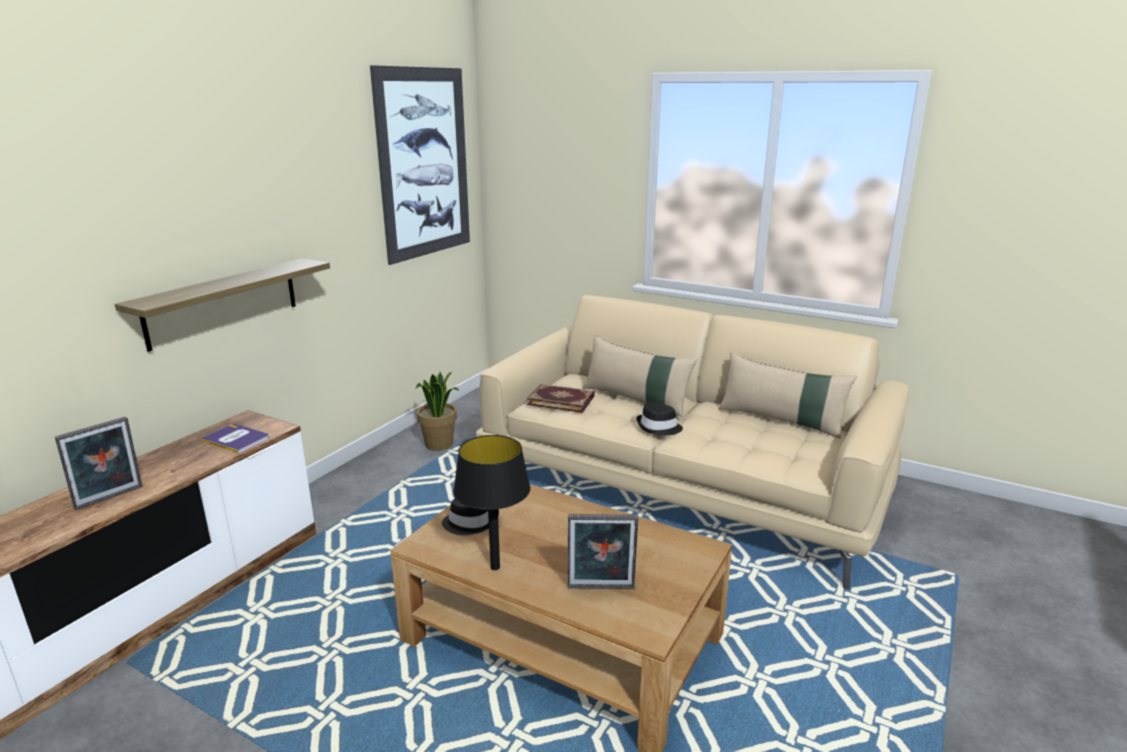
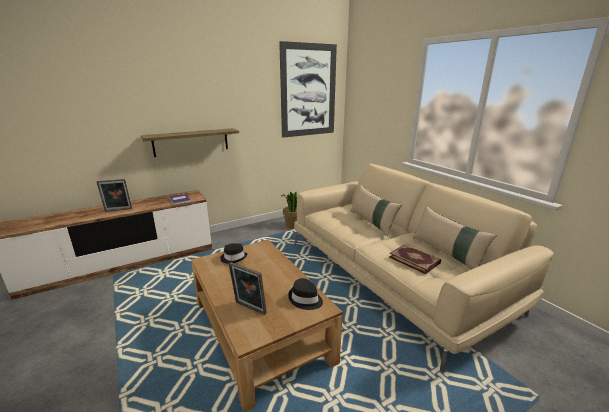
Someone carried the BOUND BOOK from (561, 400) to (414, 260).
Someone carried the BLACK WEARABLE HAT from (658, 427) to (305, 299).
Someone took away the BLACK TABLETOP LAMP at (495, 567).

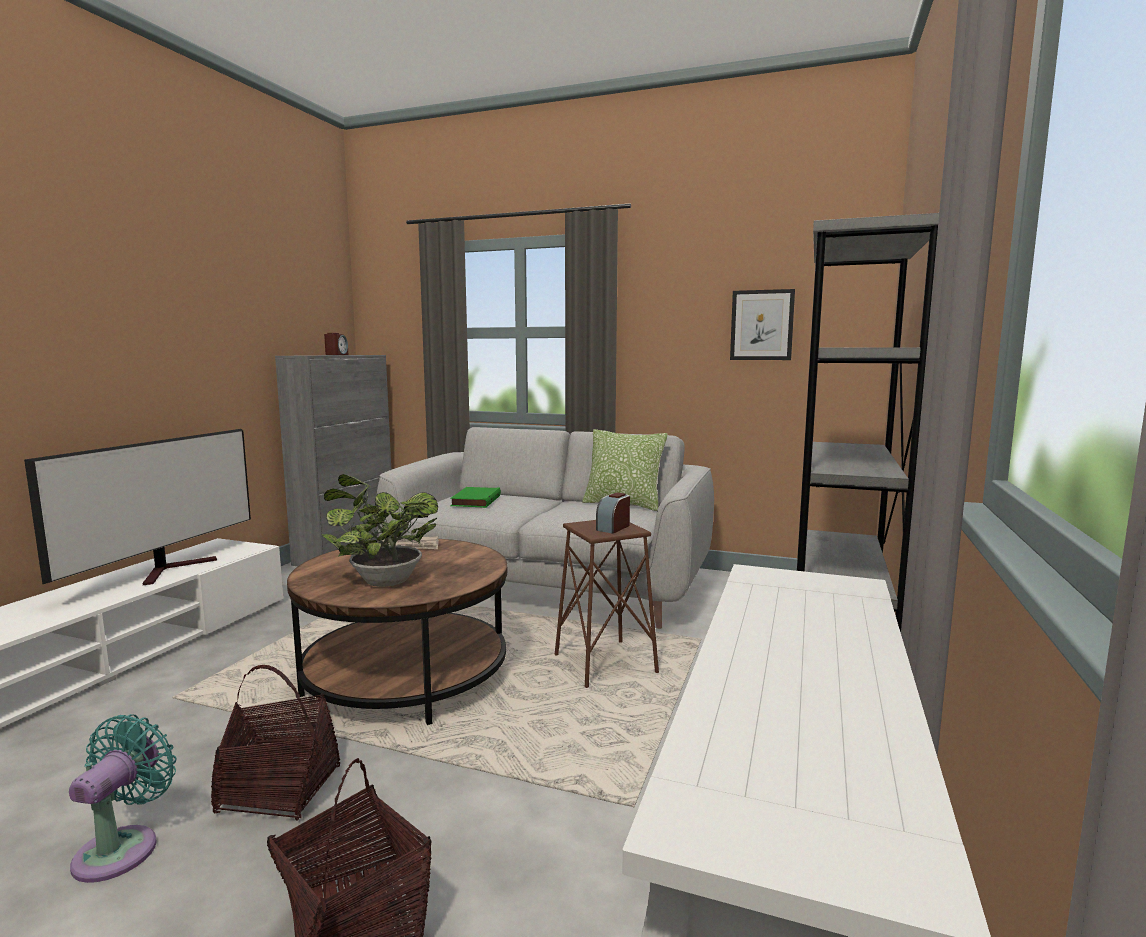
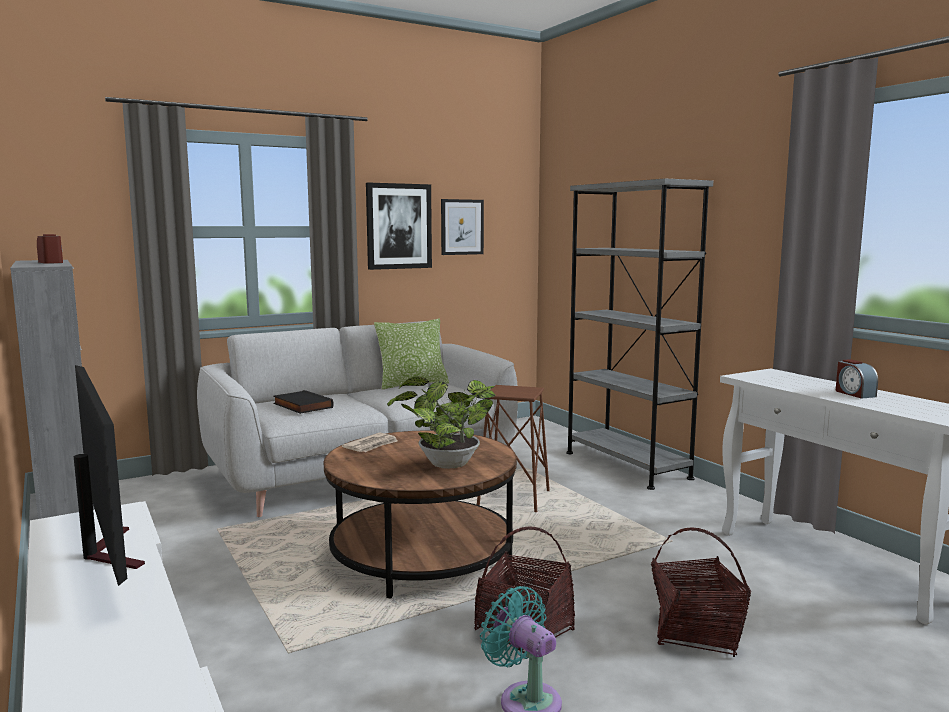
Someone repainted the GREENISH BOUND BOOK at (475, 501), which became the BLACK BOUND BOOK at (301, 406).
Someone carried the ALARM CLOCK from (613, 527) to (854, 394).
Someone put up the PICTURE at (398, 226).

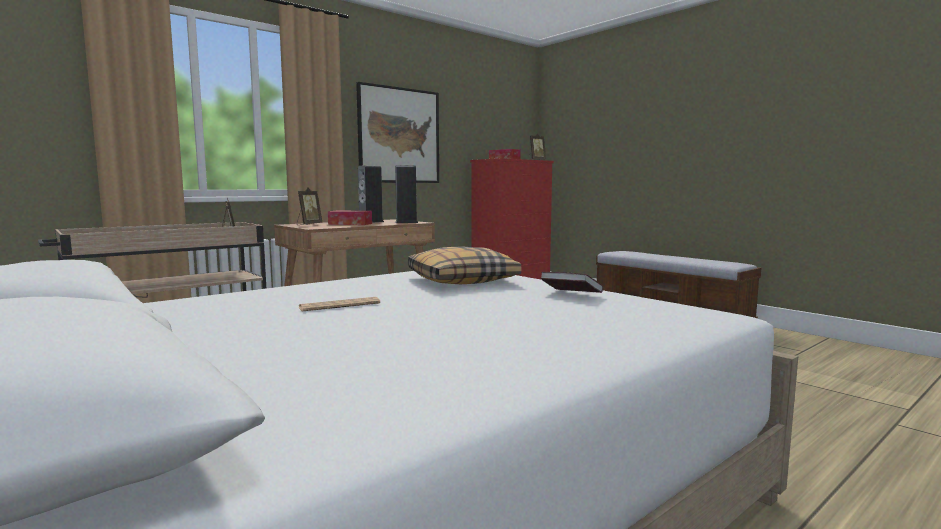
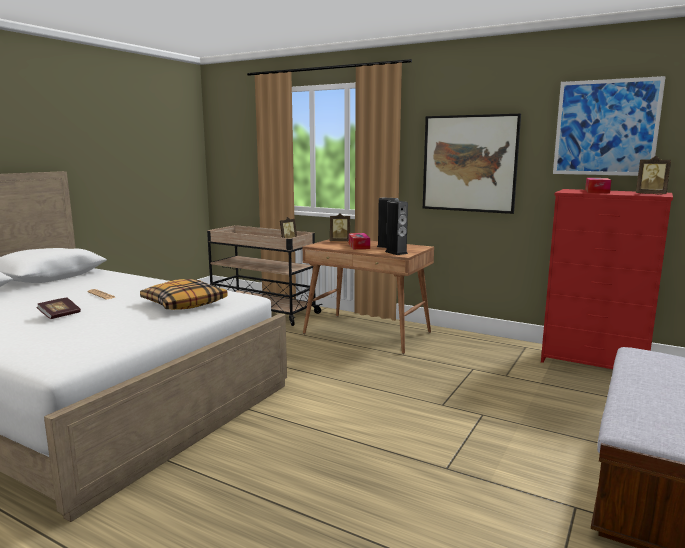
Someone carried the BOUND BOOK from (571, 294) to (60, 315).
Someone put up the PICTURE at (605, 128).

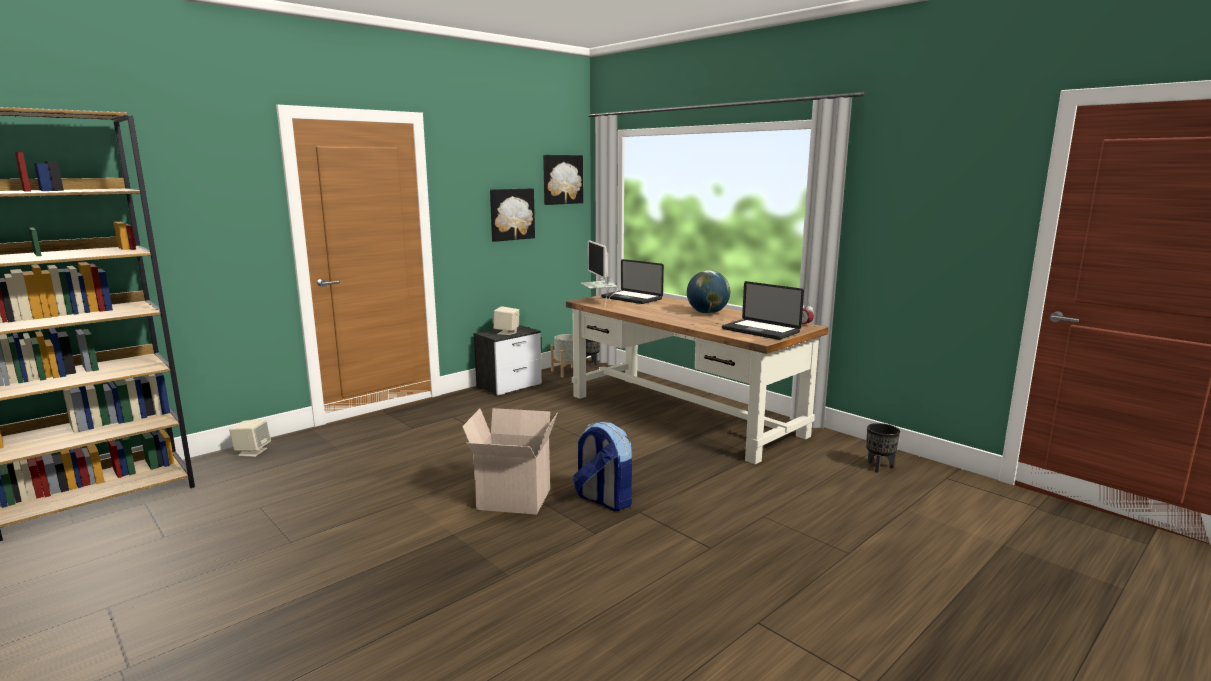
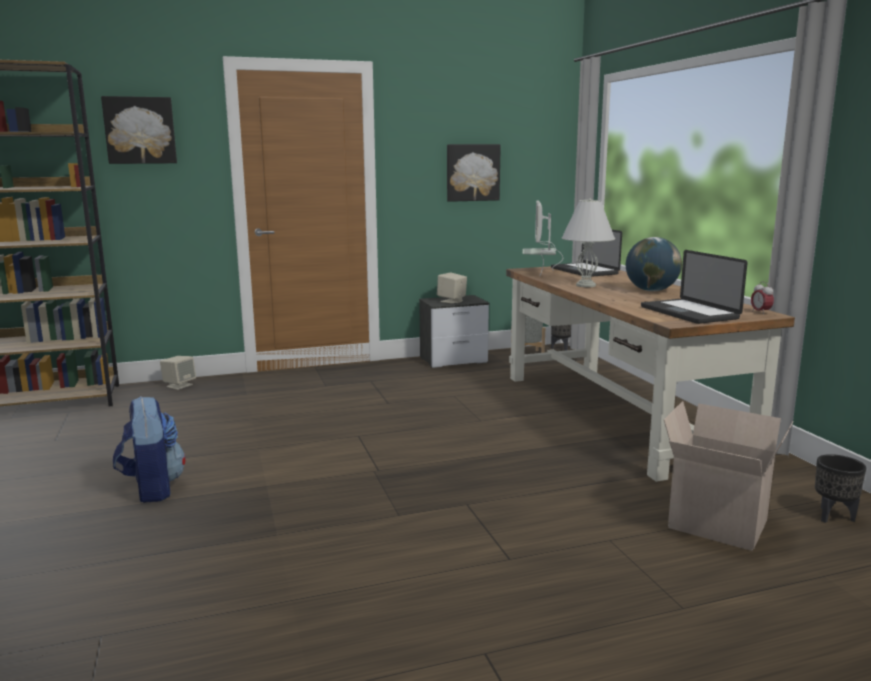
Someone carried the PICTURE from (562, 179) to (140, 130).
Someone carried the PACKING BOX from (512, 500) to (715, 525).
Someone carried the BACKPACK from (603, 500) to (152, 488).
Someone put down the WHITISH TABLETOP LAMP at (585, 285).

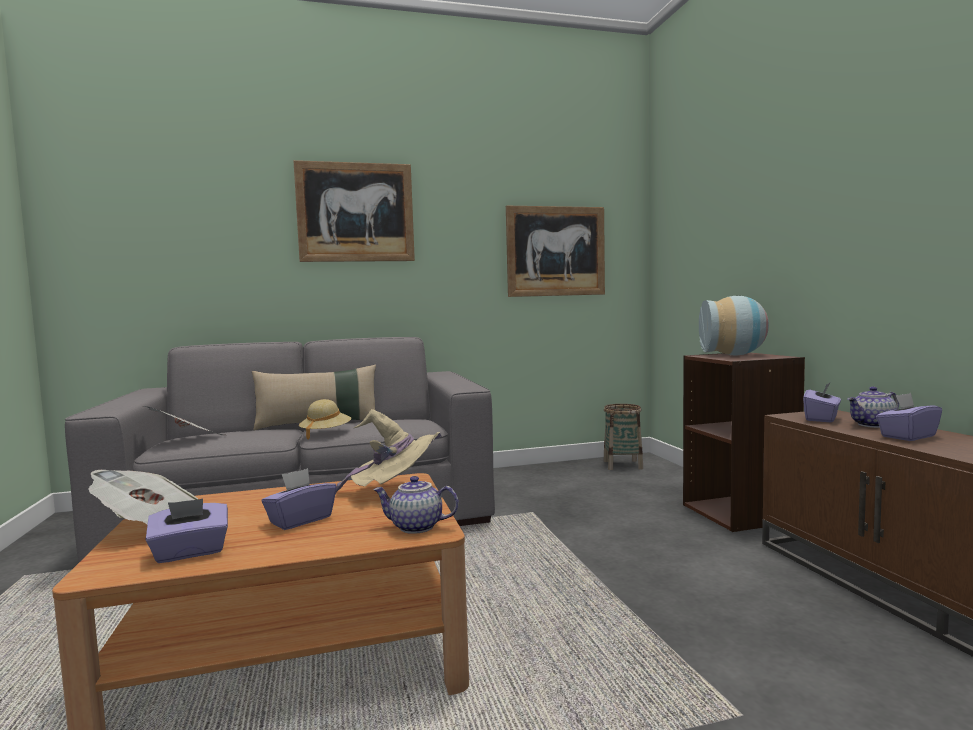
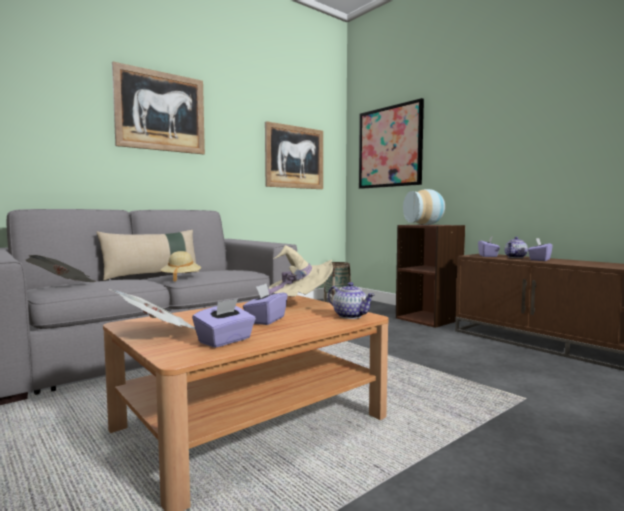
Someone rotated the TEAPOT at (415, 527) by 120 degrees counterclockwise.
Someone put up the PICTURE at (390, 147).

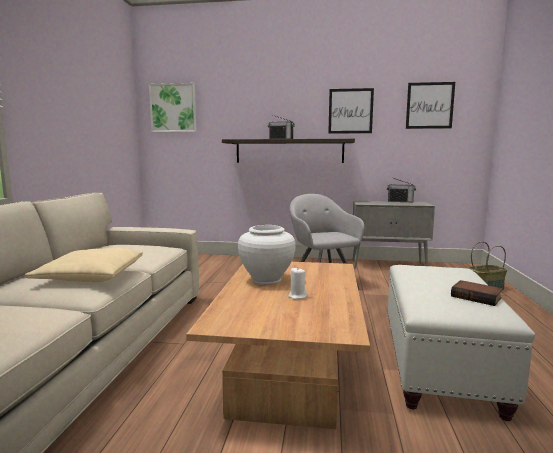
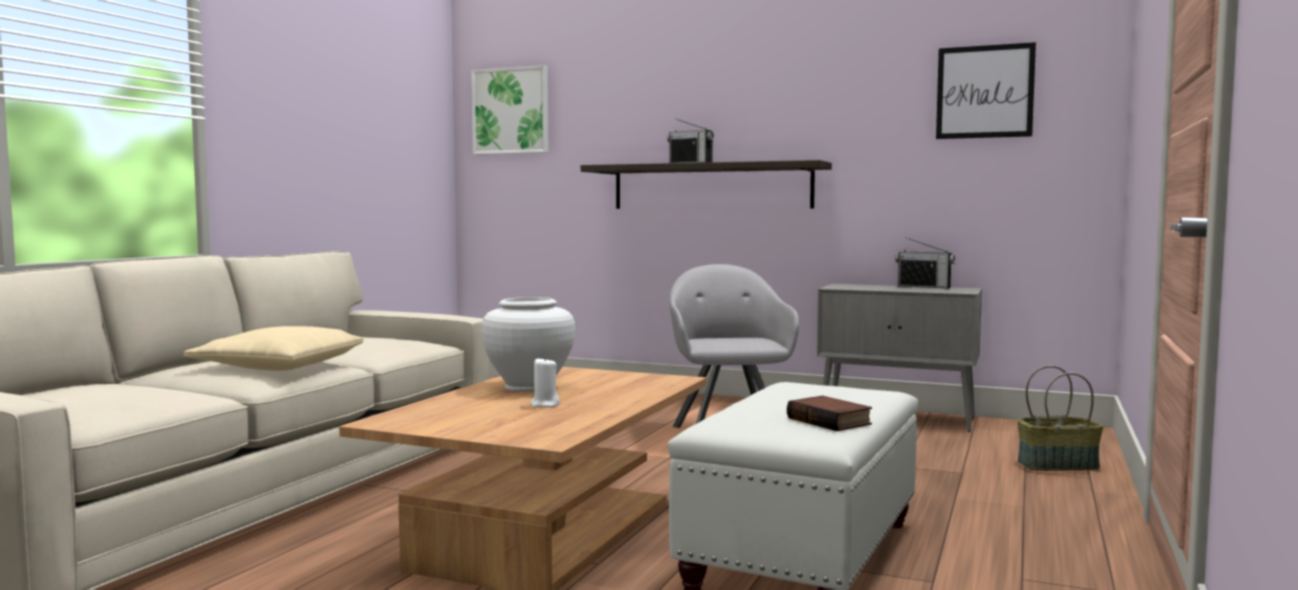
Someone took away the PICTURE at (350, 111).

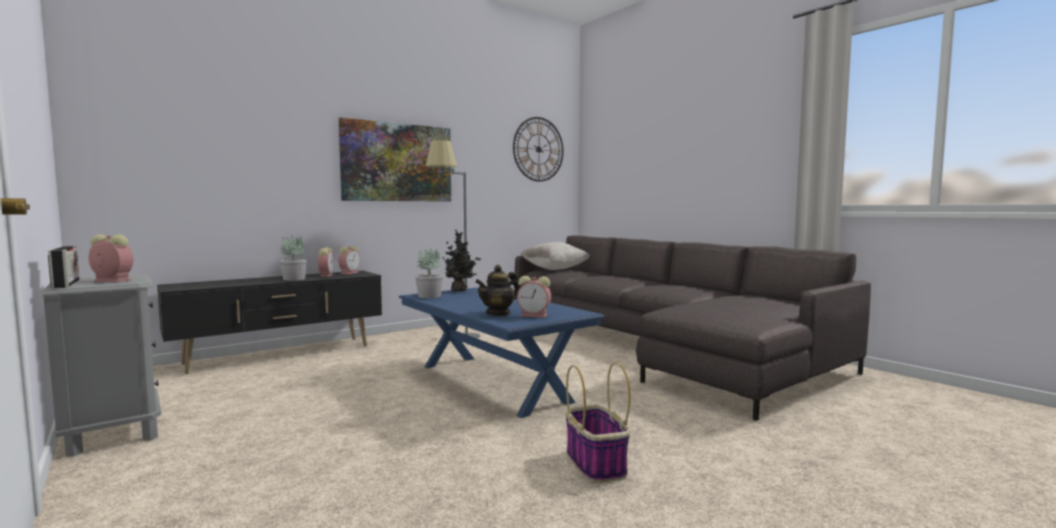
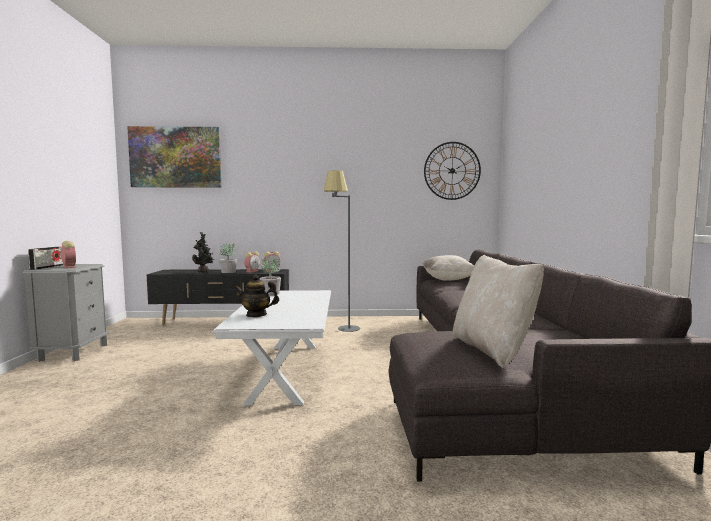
Someone carried the PICTURE from (397, 162) to (175, 157).
Someone carried the PLANT IN A POT from (460, 291) to (204, 272).
Someone took away the ALARM CLOCK at (535, 315).
Someone repainted the BLUISH COFFEE TABLE at (492, 383), which became the WHITISH COFFEE TABLE at (286, 370).
Someone took away the HOUSEHOLD BASKET at (595, 463).
Someone put down the BEIGE-COLOURED CUSHION at (492, 350).

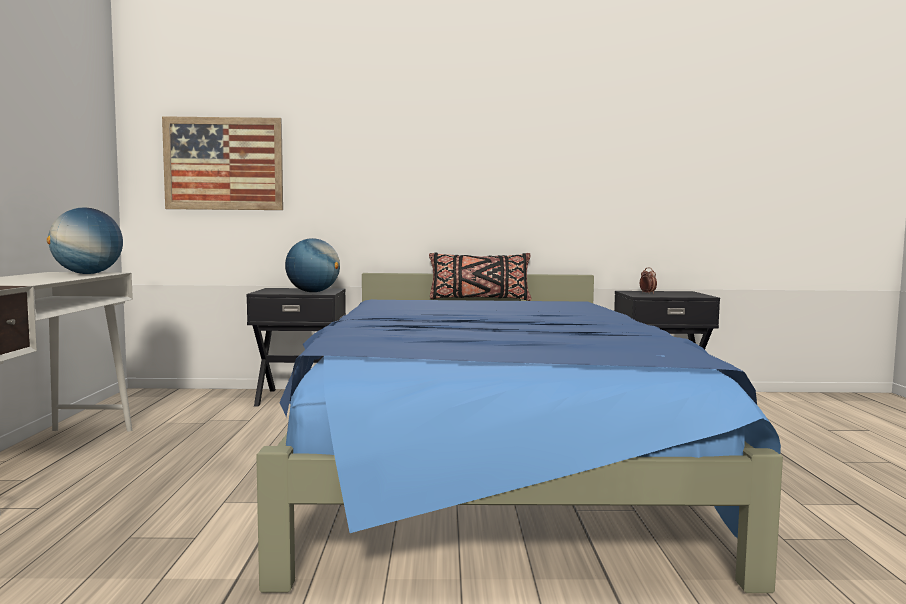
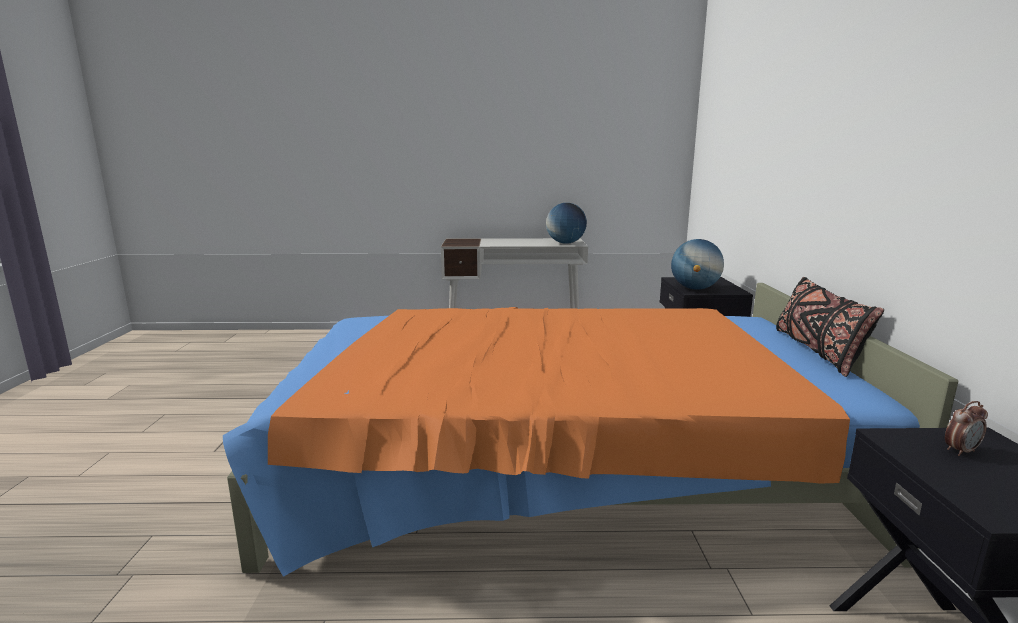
Someone took away the PICTURE at (223, 164).
Someone repainted the BLUISH SLEEPING BED at (490, 455), which became the ORANGE SLEEPING BED at (556, 466).

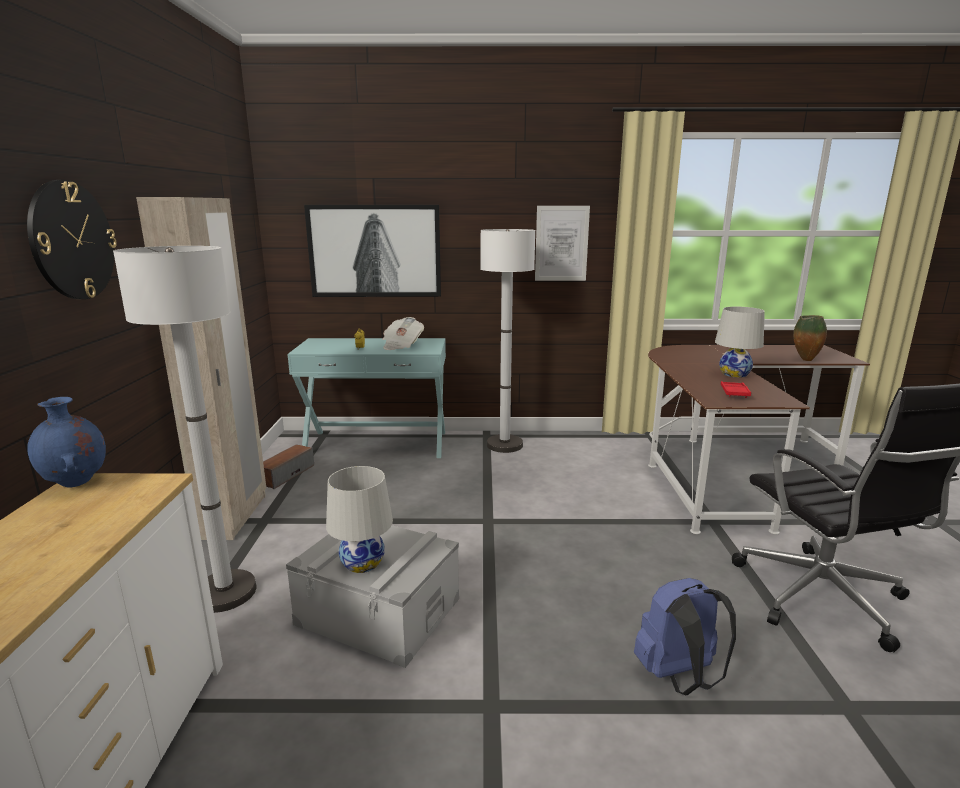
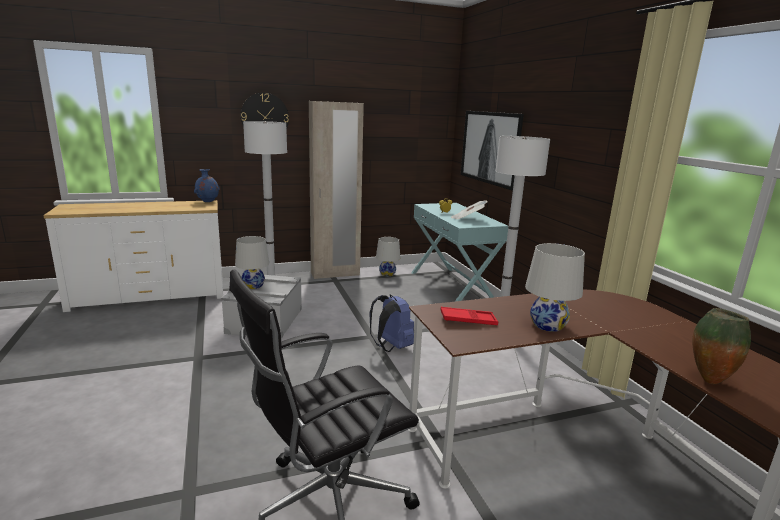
Someone took away the PICTURE at (561, 243).
Someone swapped the AUDIO SPEAKER at (286, 474) for the WHITISH TABLETOP LAMP at (387, 274).
Someone carried the BLUISH BACKPACK from (679, 677) to (391, 347).

